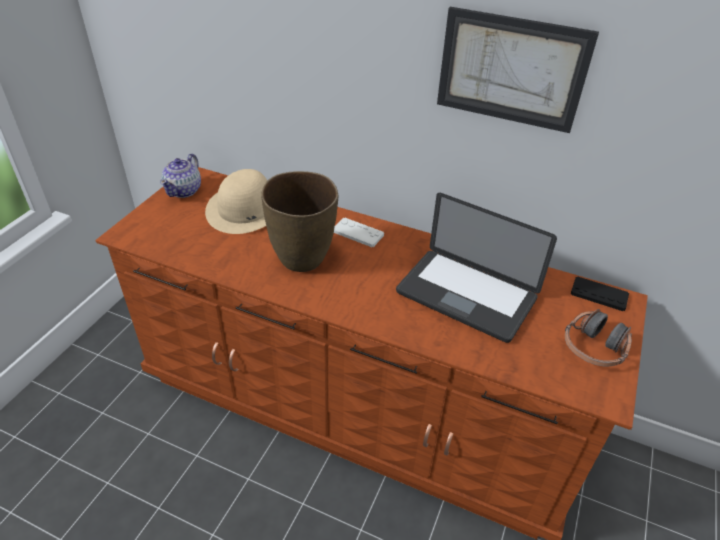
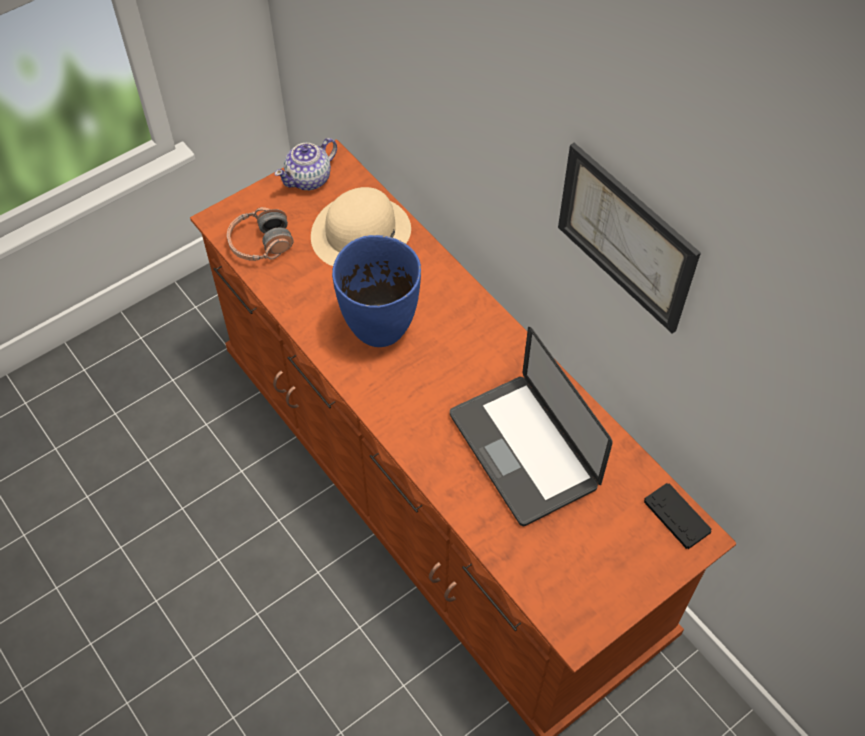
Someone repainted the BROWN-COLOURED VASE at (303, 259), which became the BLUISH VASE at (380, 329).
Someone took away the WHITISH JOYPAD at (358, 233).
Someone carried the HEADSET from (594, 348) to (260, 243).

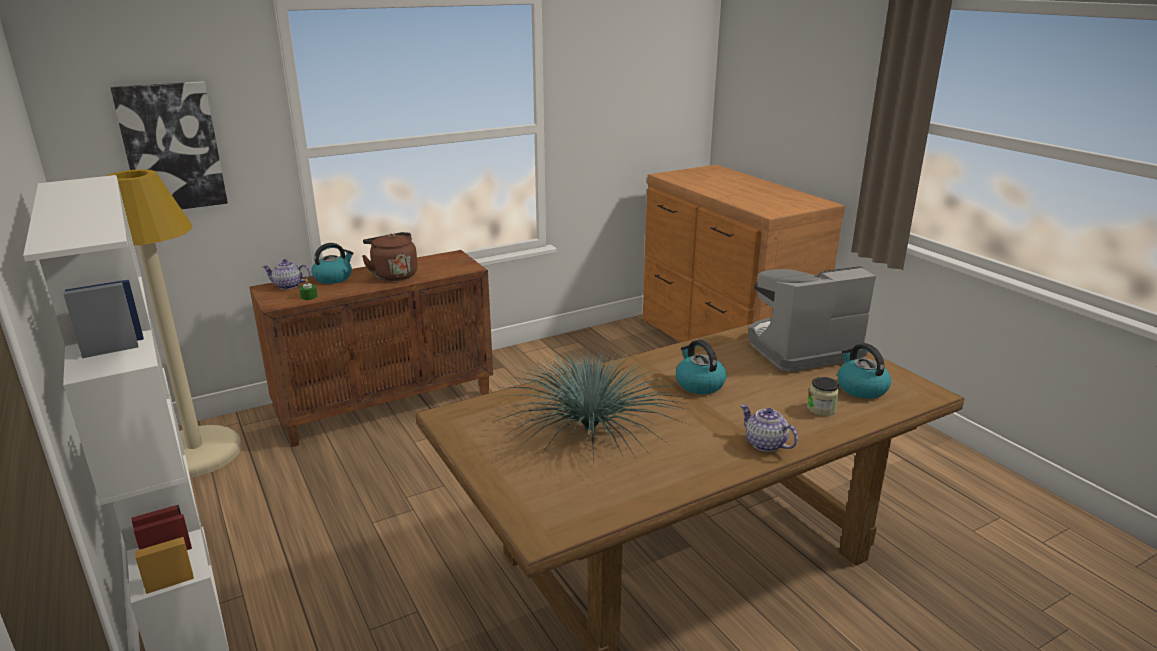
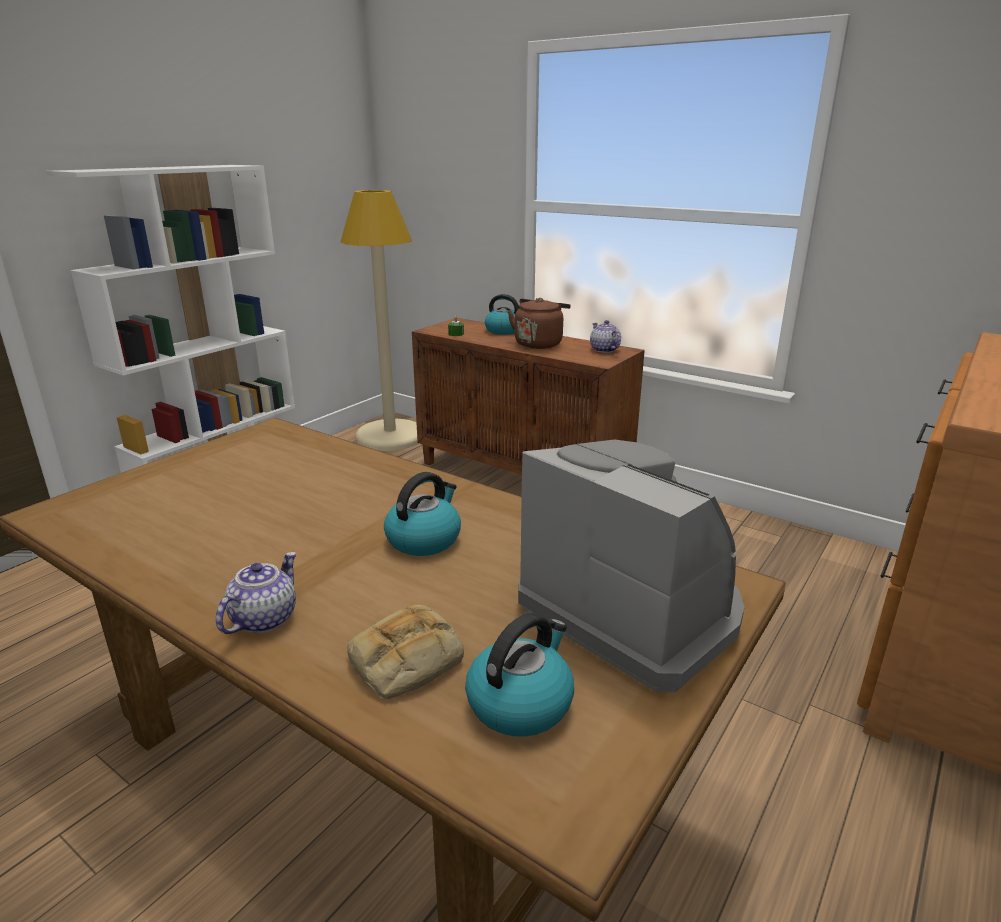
Someone took away the PICTURE at (171, 147).
Someone carried the TEAPOT from (288, 286) to (604, 350).
Someone took away the PLANT IN A POT at (589, 429).
Someone swapped the PRESERVE JAR at (821, 409) for the BAKERY BREAD at (405, 661).

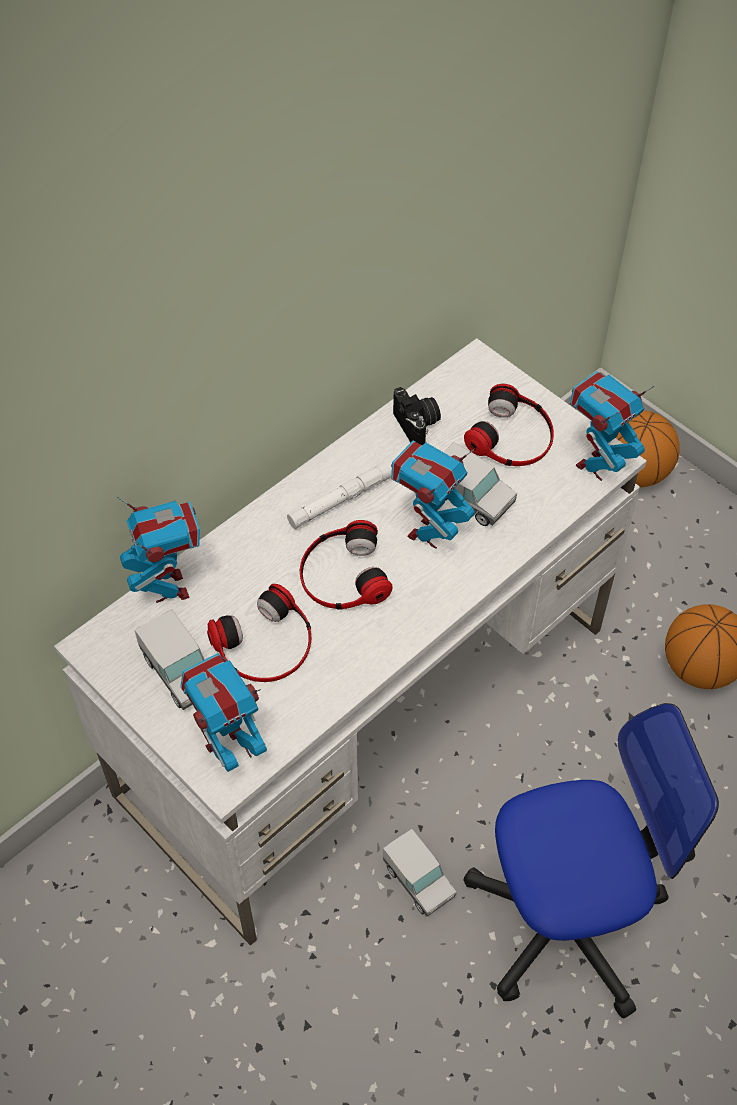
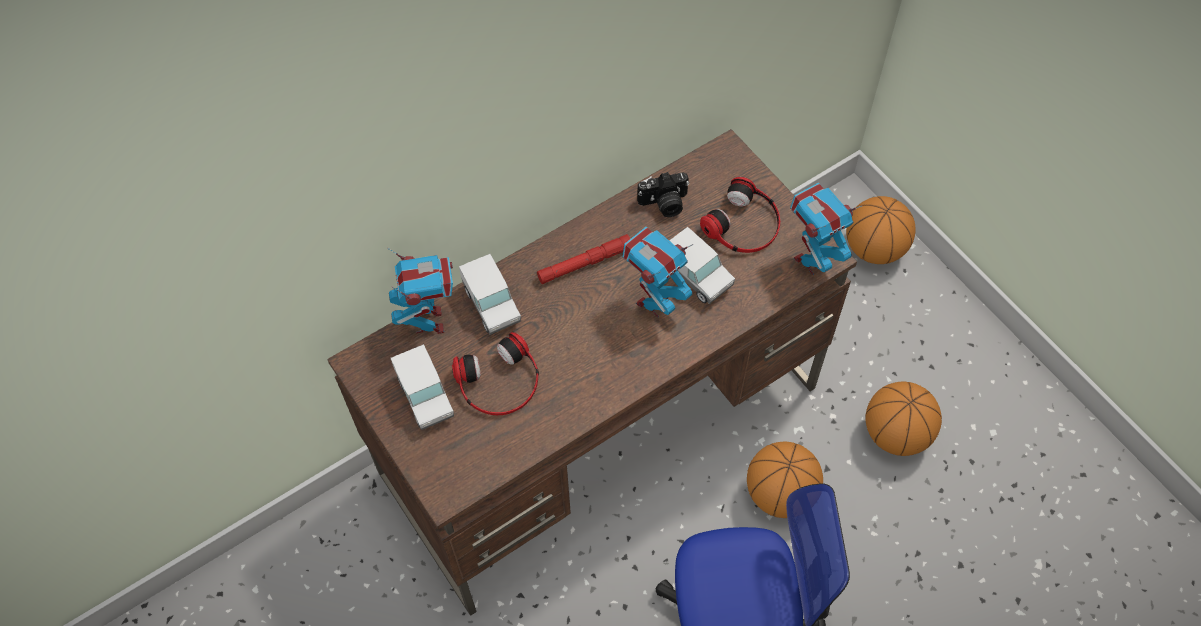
Someone repainted the WHITISH DESK at (367, 709), which became the BROWN-COLOURED DESK at (602, 429).
Someone rotated the STILL CAMERA at (418, 426) by 90 degrees clockwise.
Someone repainted the WHITISH TORCH at (340, 500), which became the REDDISH TORCH at (585, 263).
Someone took away the HEADSET at (342, 574).
Someone took away the TOY ROBOT at (230, 749).
Someone carried the MODEL TRUCK from (418, 881) to (491, 305).
Someone put down the BASKETBALL at (780, 494).

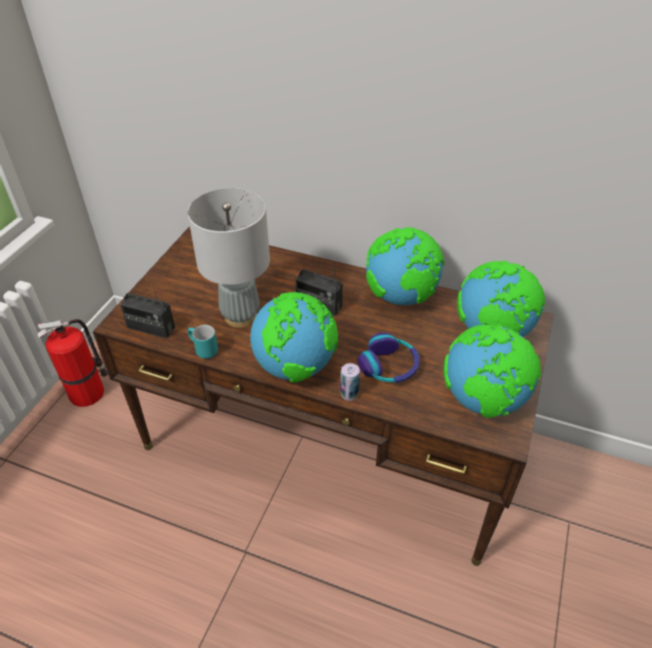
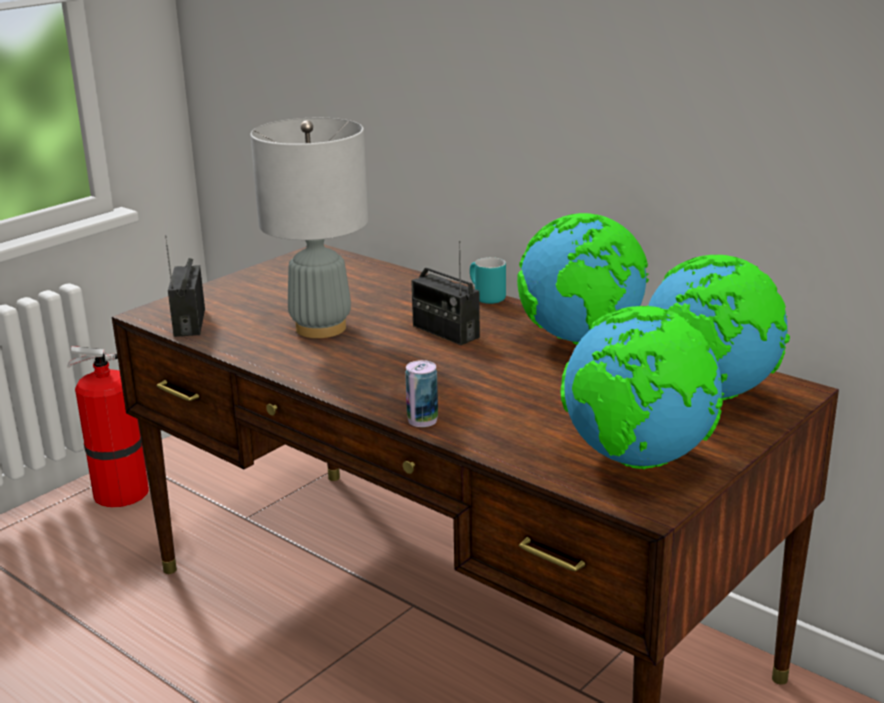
Someone rotated the RADIO RECEIVER at (151, 328) by 45 degrees clockwise.
Someone took away the GLOBE at (296, 367).
Someone carried the TURQUOISE MUG from (202, 350) to (484, 297).
Someone took away the HEADSET at (389, 366).

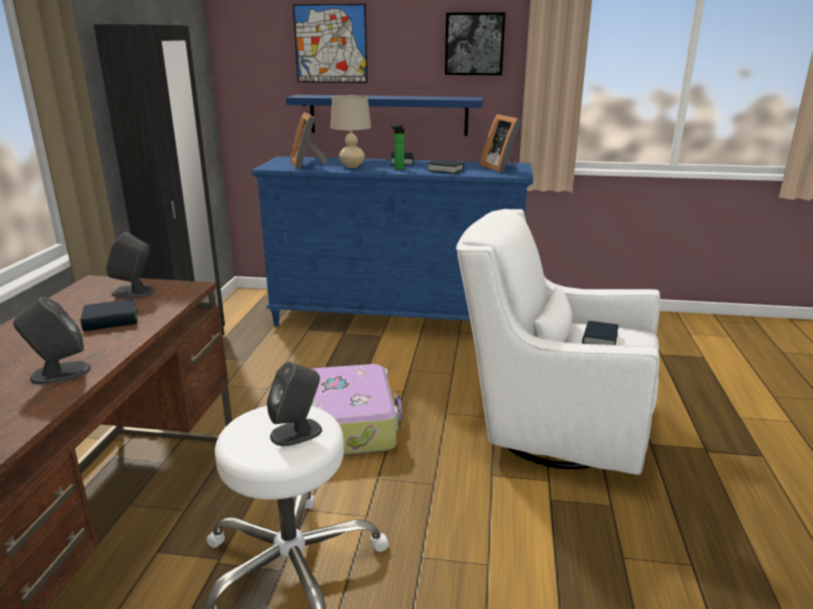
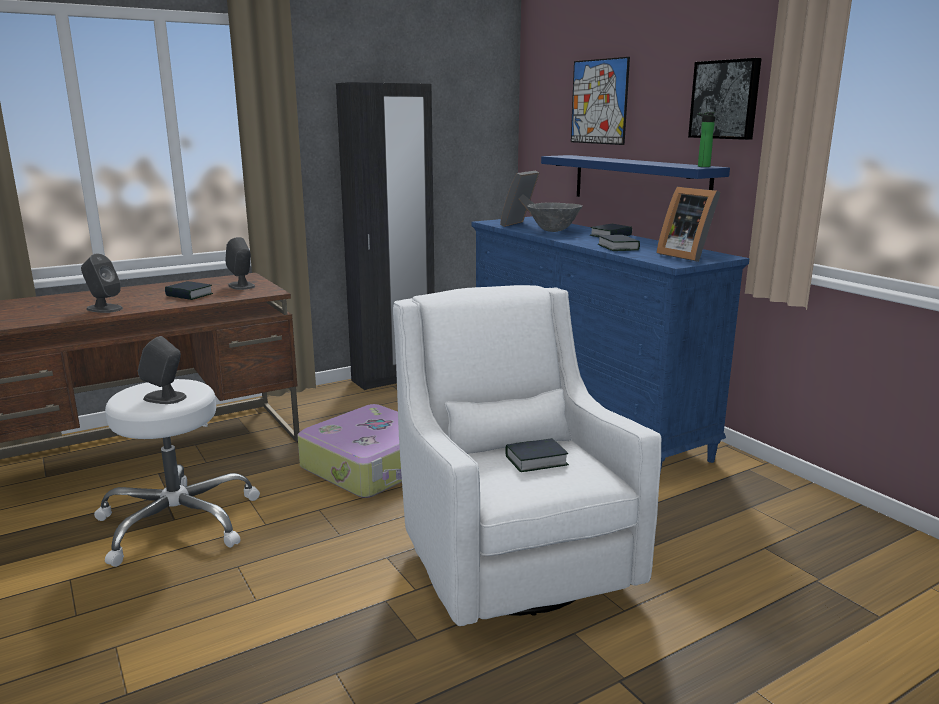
Someone swapped the BEIGE-COLOURED TABLETOP LAMP at (352, 166) for the GREY BOWL at (553, 231).
Someone rotated the STANDING FRAME at (501, 168) by 60 degrees counterclockwise.
Someone carried the BEVERAGE BOTTLE from (398, 169) to (701, 166).

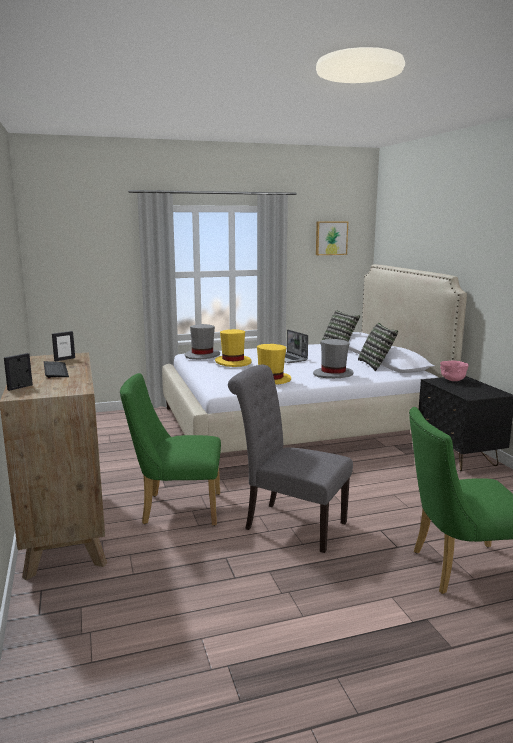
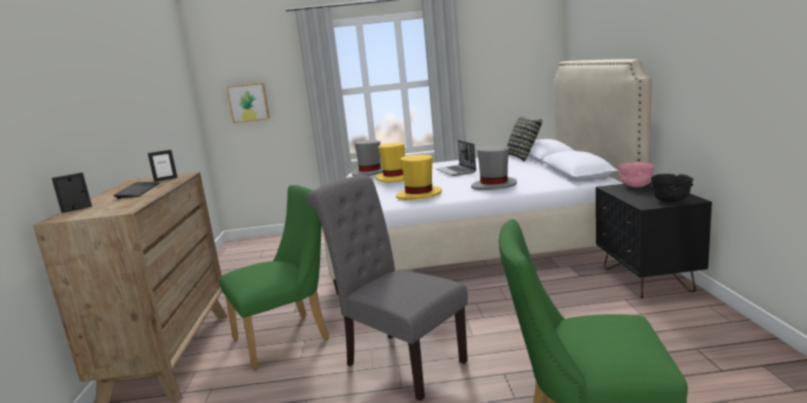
Someone carried the PICTURE from (331, 238) to (248, 102).
Someone took away the CUSHION at (376, 365).
Someone rotated the GREENISH UPRIGHT CHAIR at (175, 509) by 135 degrees clockwise.
Someone put down the BLACK BOWL at (670, 201).

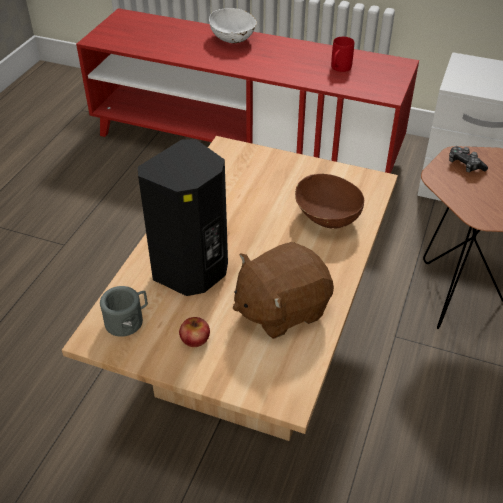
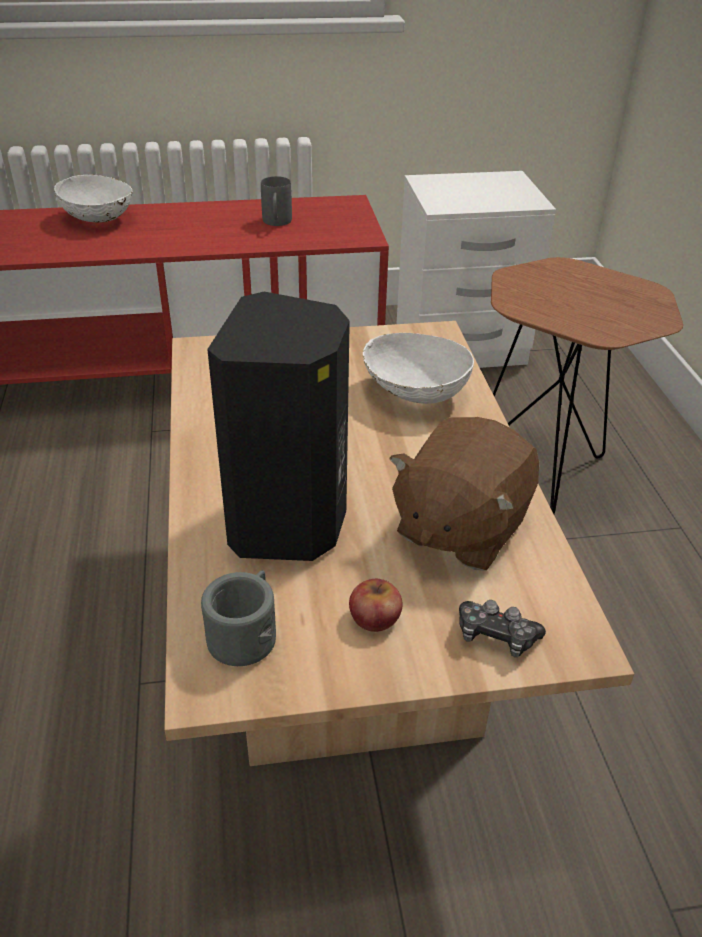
Someone repainted the REDDISH MUG at (339, 69), which became the GREY MUG at (276, 223).
Someone carried the JOYPAD from (465, 165) to (496, 636).
Someone repainted the BROWN-COLOURED BOWL at (326, 217), which became the WHITISH BOWL at (414, 393).

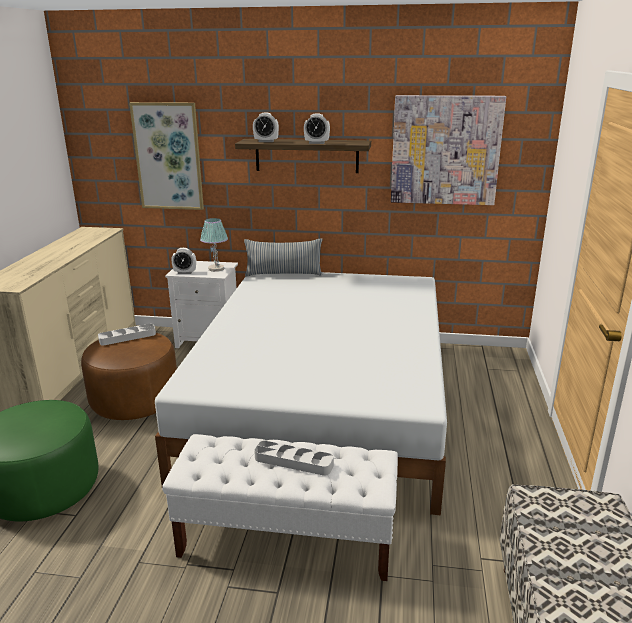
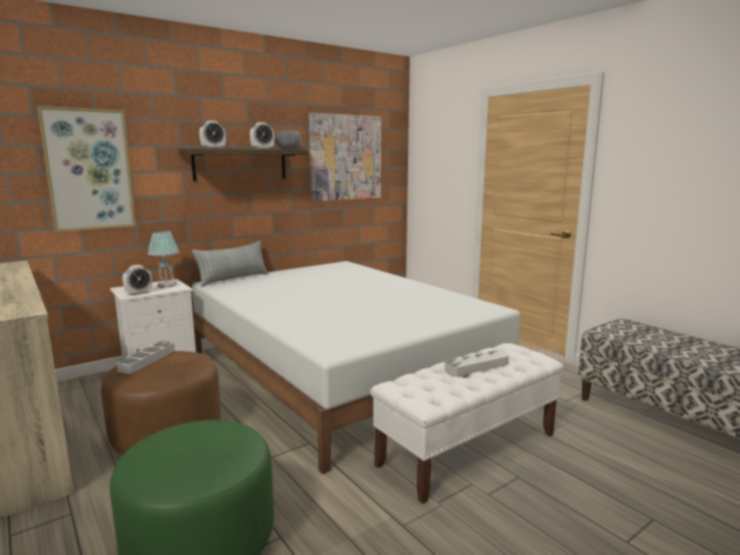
Someone put down the GREY BOWL at (288, 149).

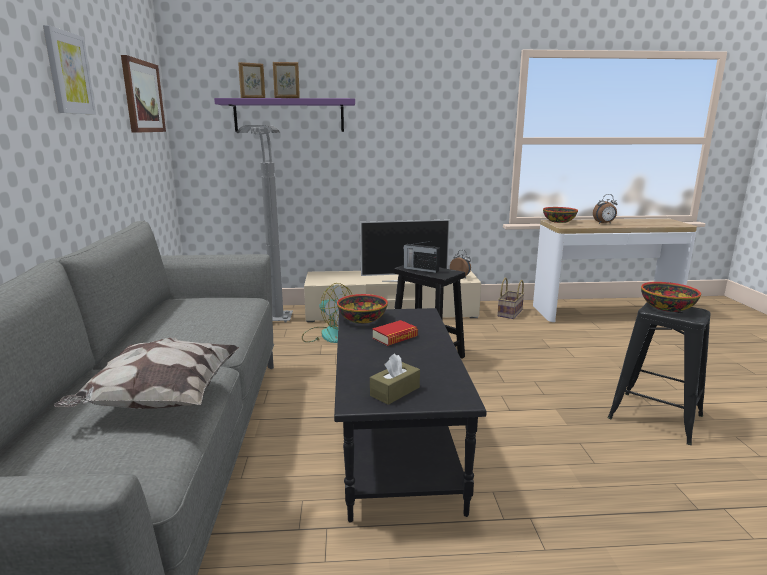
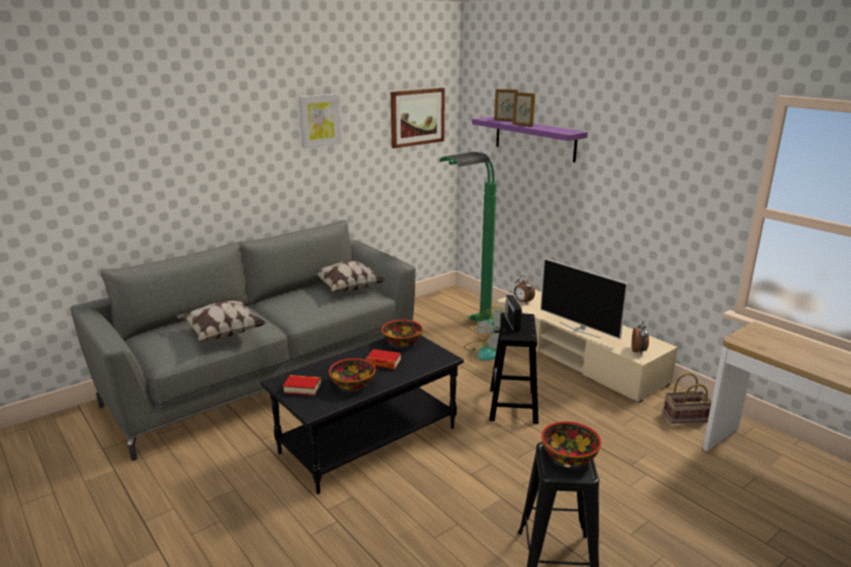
Someone repainted the GREY STANDARD LAMP at (275, 326), which became the GREENISH STANDARD LAMP at (472, 326).
Someone carried the ALARM CLOCK from (604, 223) to (522, 301).
Someone carried the BOWL from (558, 221) to (352, 384).
Someone swapped the BROWN-COLOURED TISSUE HOLDER at (395, 391) for the BOUND BOOK at (302, 388).
Someone put down the CUSHION at (347, 288).

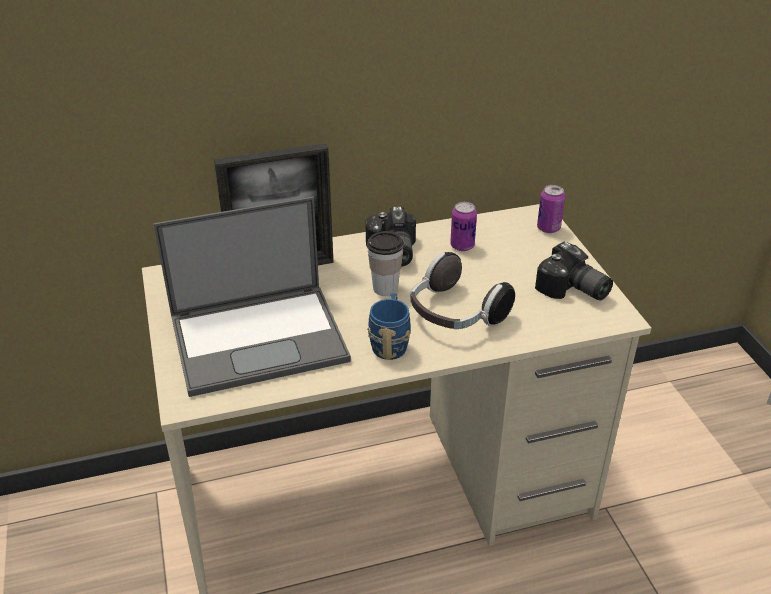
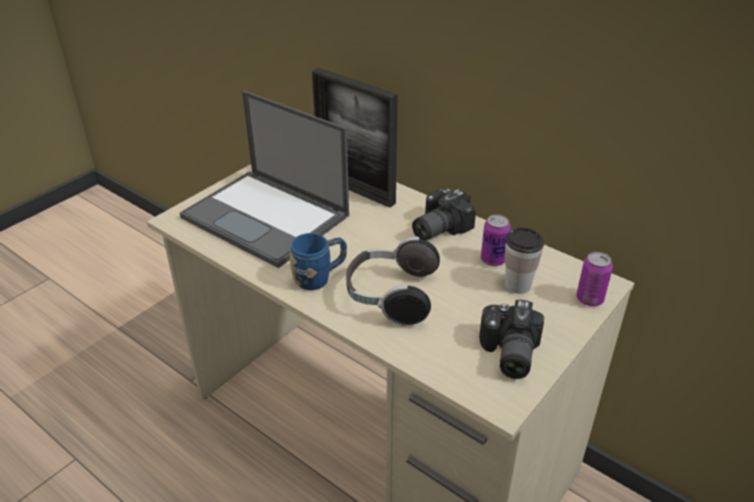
Someone carried the DRINKING CUP from (385, 288) to (517, 285).

